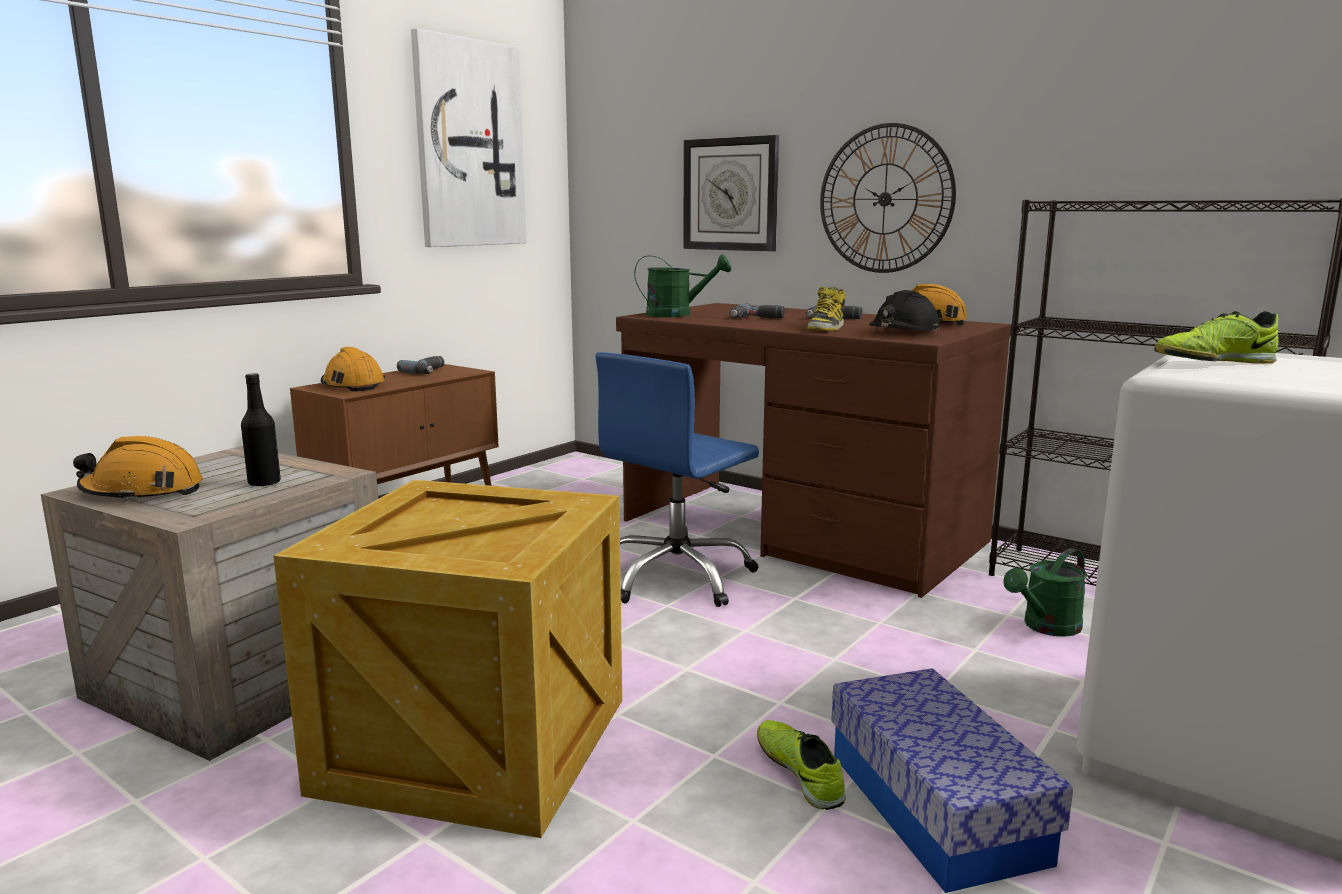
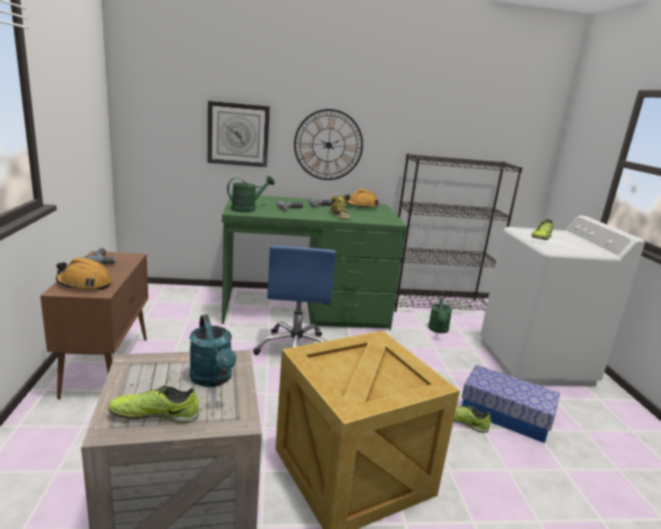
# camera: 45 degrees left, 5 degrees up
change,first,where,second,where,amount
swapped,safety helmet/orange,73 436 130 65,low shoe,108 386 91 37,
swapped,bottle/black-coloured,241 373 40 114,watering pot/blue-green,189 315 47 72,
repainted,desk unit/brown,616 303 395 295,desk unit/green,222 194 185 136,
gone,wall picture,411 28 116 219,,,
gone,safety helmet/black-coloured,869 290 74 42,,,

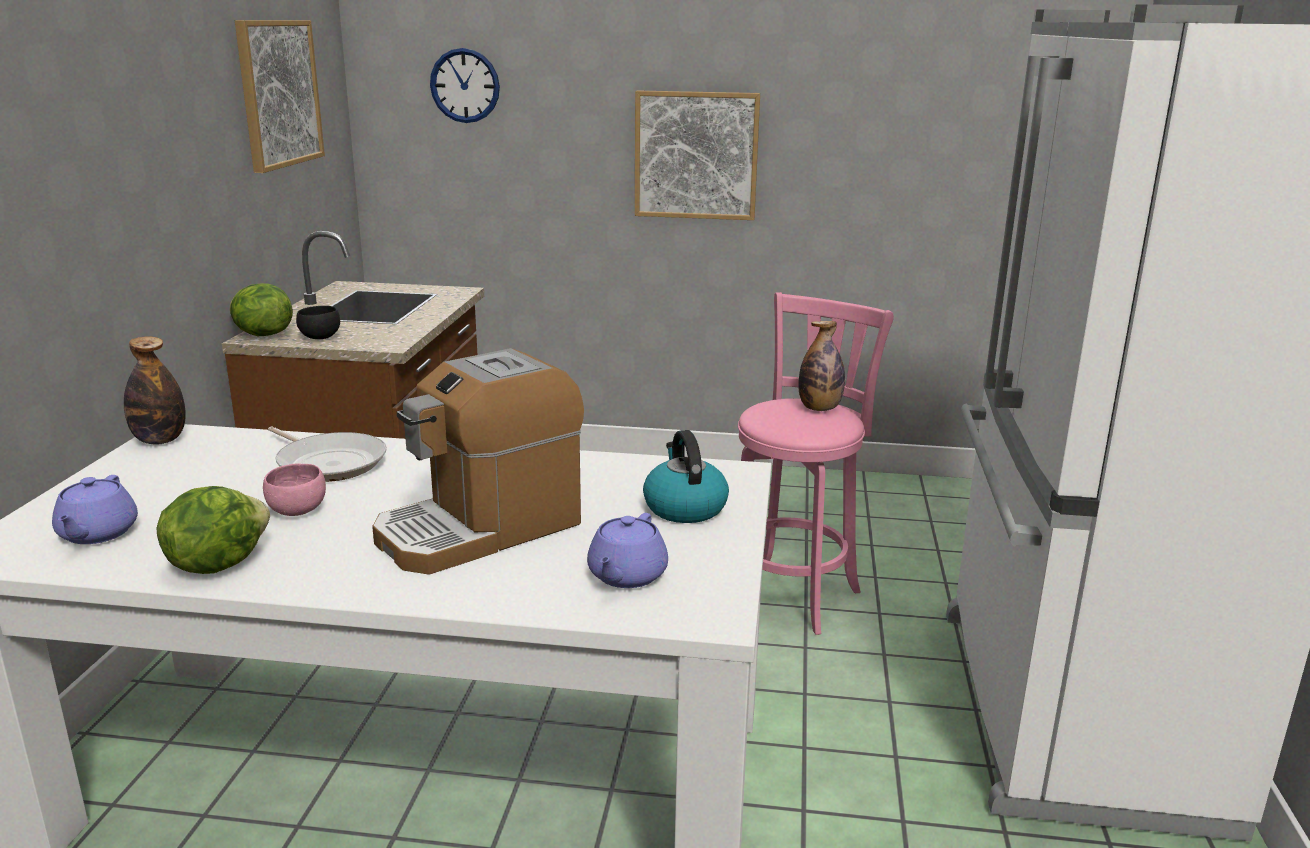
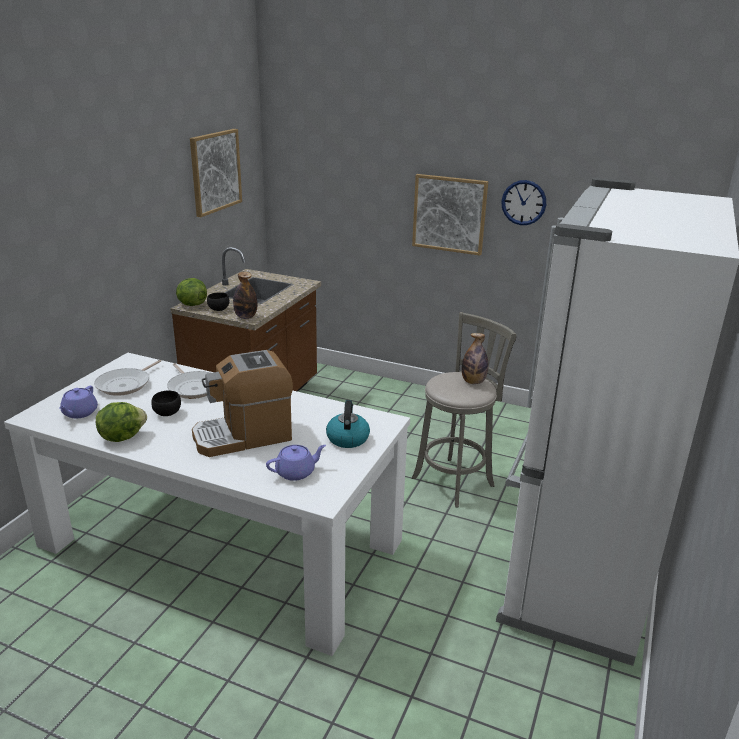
# camera: 15 degrees right, 5 degrees up
change,first,where,second,where,amount
new,,,frying pan,94 360 67 36,
repainted,serving bowl/pink,263 464 63 52,serving bowl/black-coloured,151 390 30 26,
shifted,bottle,124 336 62 109,,233 272 24 47,
rotated,tea pot/purple,587 513 81 75,,266 445 60 36,150 degrees counterclockwise
repainted,sitting stool/pink,738 292 156 343,sitting stool/gray,412 312 104 195,
shifted,clock on the wall,430 48 70 75,,501 180 45 45,

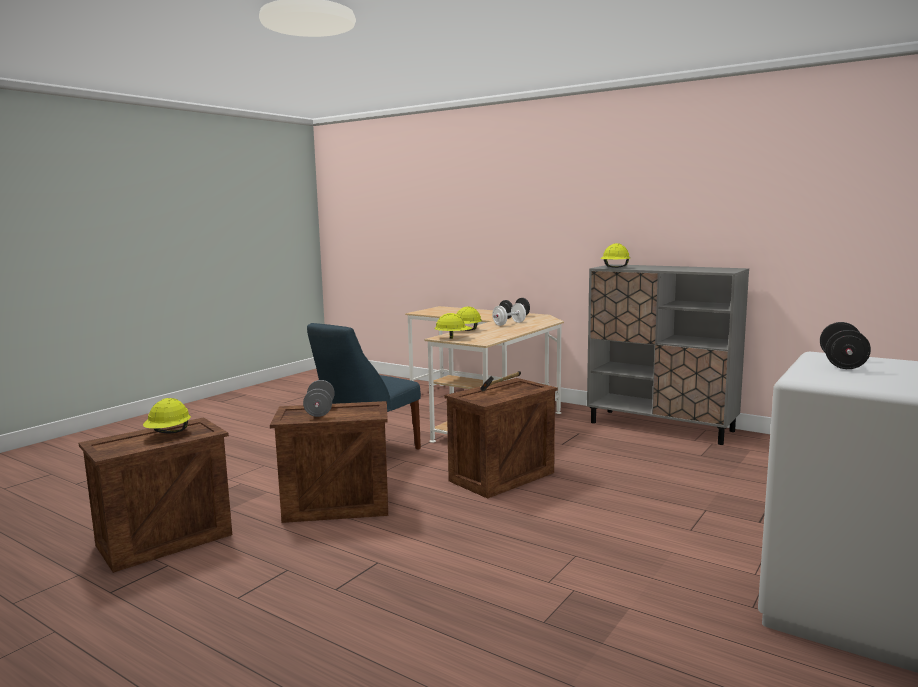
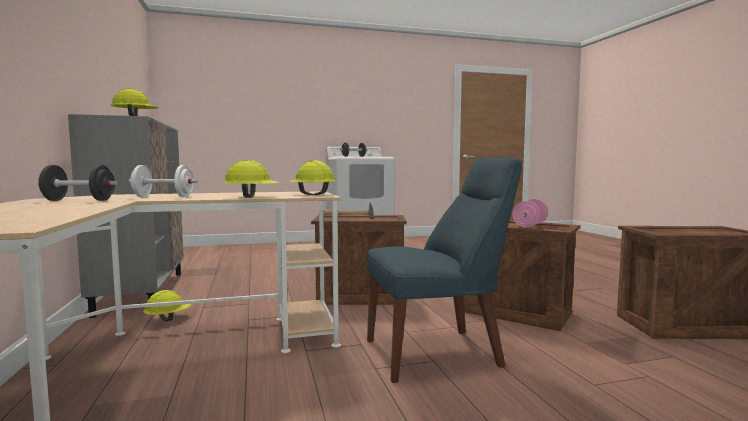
# camera: 140 degrees left, 5 degrees down
change,first,where,second,where,amount
shifted,safety helmet/yellowish,143 398 48 35,,143 290 48 31,
repainted,free weight/gray,303 380 32 37,free weight/pink,512 199 36 29,

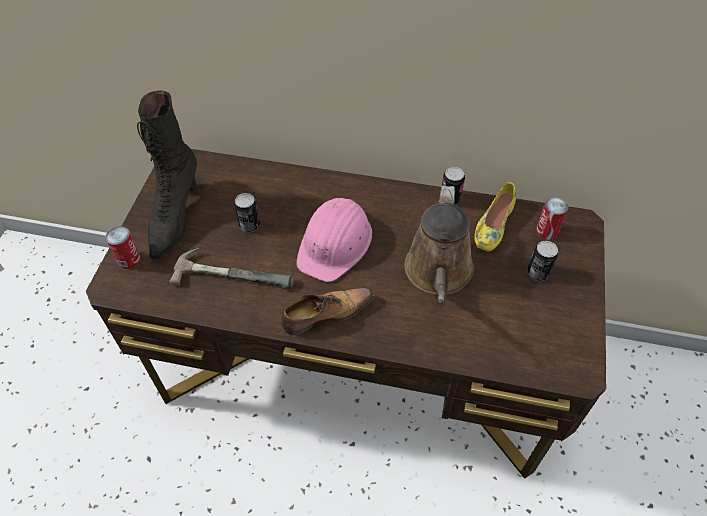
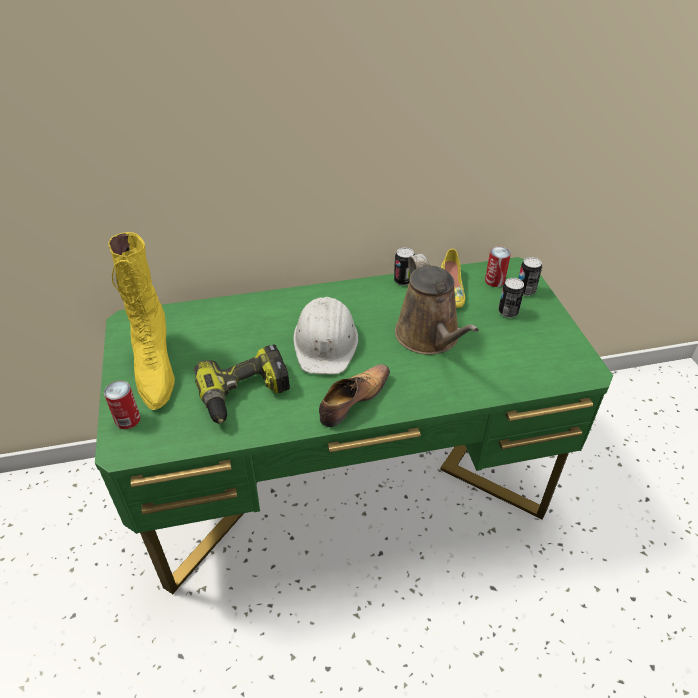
# camera: 25 degrees left, 10 degrees down
change,first,where,second,where,amount
repainted,desk unit/brown,86 149 520 330,desk unit/green,95 257 518 337,
repainted,tall boot/black-coloured,137 91 60 169,tall boot/yellowish,108 232 67 178,
swapped,tool hammer,169 248 125 41,drill,194 344 96 79,
repainted,safety helmet/pink,296 198 76 84,safety helmet/whitish,293 297 65 77,
shifted,metal can,234 193 26 39,,518 257 24 39,

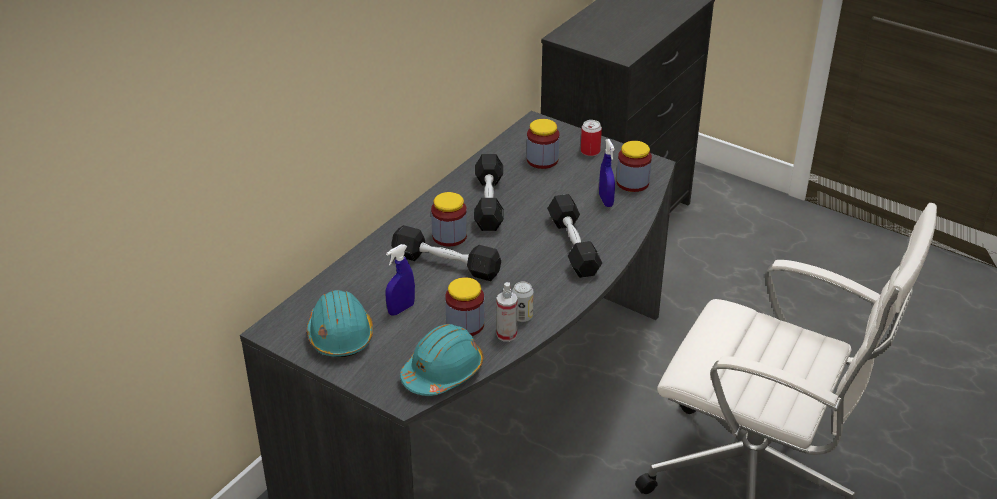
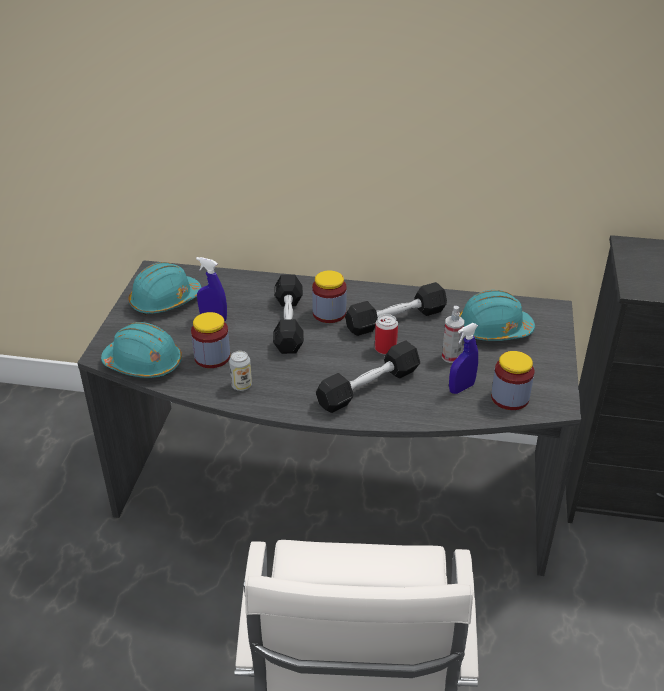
# camera: 65 degrees right, 0 degrees up
change,first,where,second,where,amount
shifted,metal can,581 120 21 36,,375 314 23 41,
shifted,hand sprayer,496 282 22 60,,442 306 23 57,
swapped,preserve jar,527 119 32 50,safety helmet/blue-green,460 290 75 51,

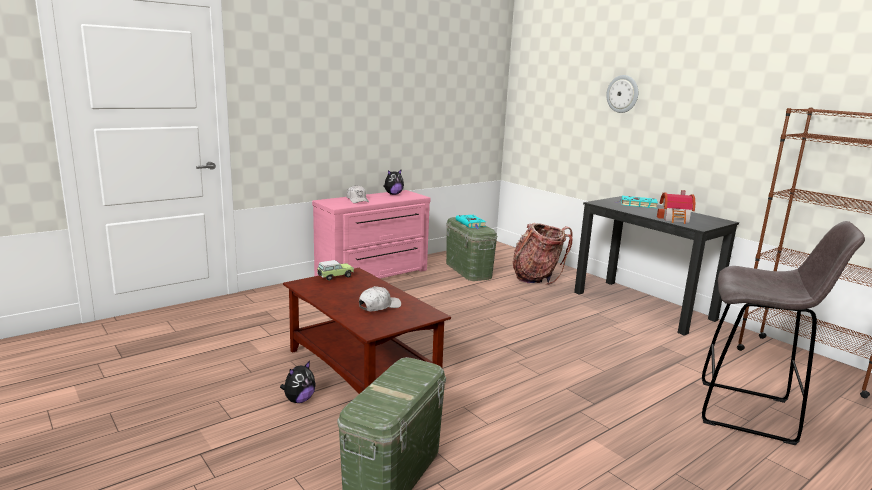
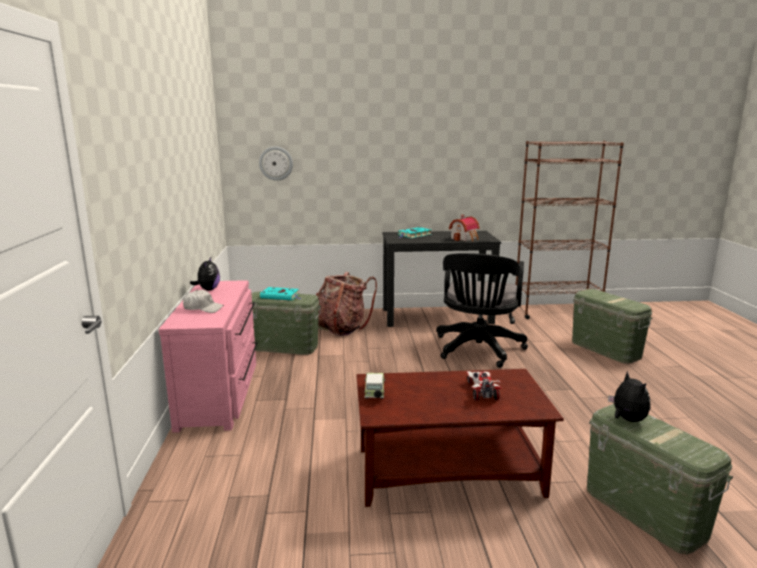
# camera: 55 degrees left, 0 degrees up
change,first,where,second,where,amount
shifted,clock on the wall,606 75 32 38,,259 146 34 35,
new,,,office chair/black-coloured,436 253 92 115,
swapped,peaked cap/whitish,359 286 42 26,miniature car,467 371 35 30,
swapped,sitting stool/gray,702 221 163 224,storage container/green,572 289 80 75,
shifted,soft toy,280 361 35 42,,608 371 42 51,

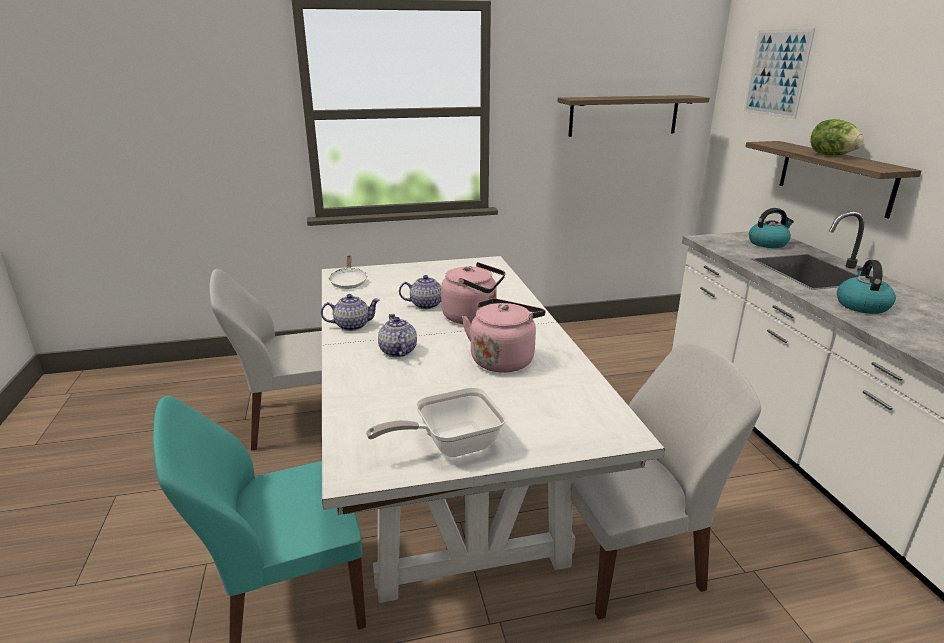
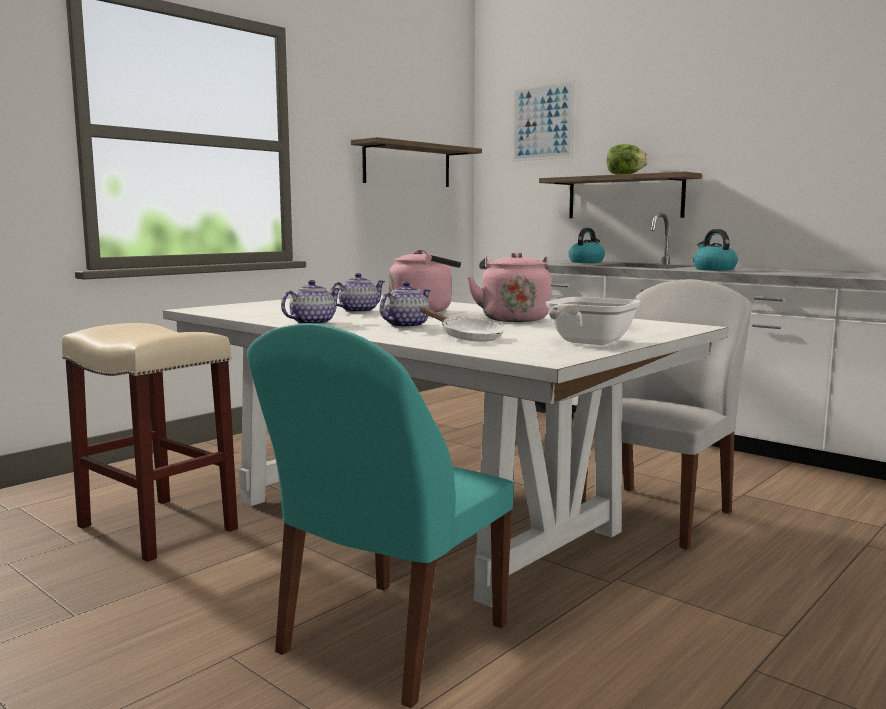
# camera: 35 degrees left, 15 degrees down
change,first,where,second,where,amount
swapped,upright chair/whitish,209 269 113 182,sitting stool/sand-coloured,62 323 176 239,
rotated,tea pot,378 314 39 43,,380 281 51 47,90 degrees clockwise
shifted,frying pan/whitish,329 256 38 33,,420 307 84 35,

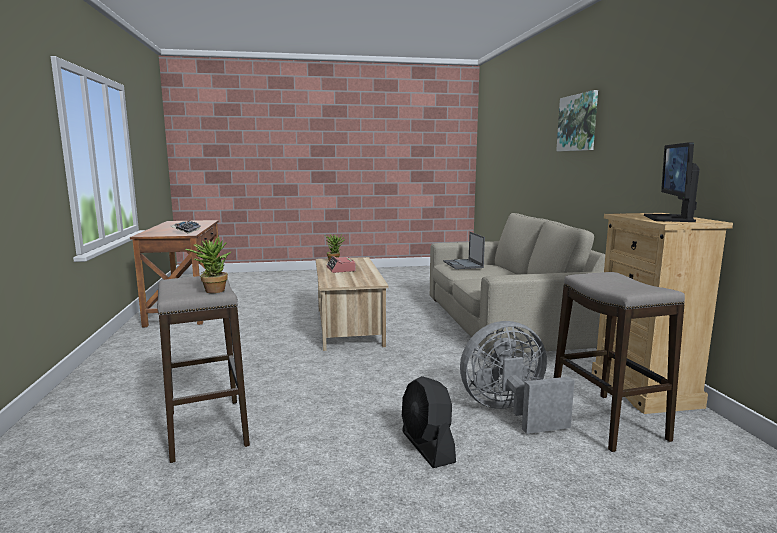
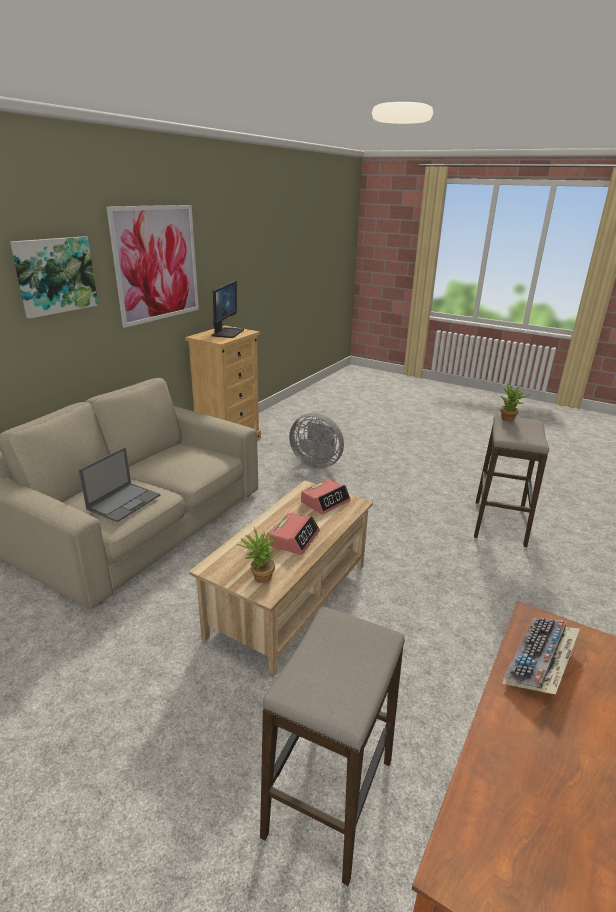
# camera: 140 degrees left, 15 degrees up
change,first,where,second,where,amount
new,,,wall picture,106 205 93 123,
rotated,monitor,644 142 55 80,,212 281 32 57,45 degrees counterclockwise
shifted,sitting stool,554 272 131 180,,260 607 145 279,
new,,,alarm clock,301 479 50 36,
gone,cooling fan/black-coloured,402 376 54 92,,,

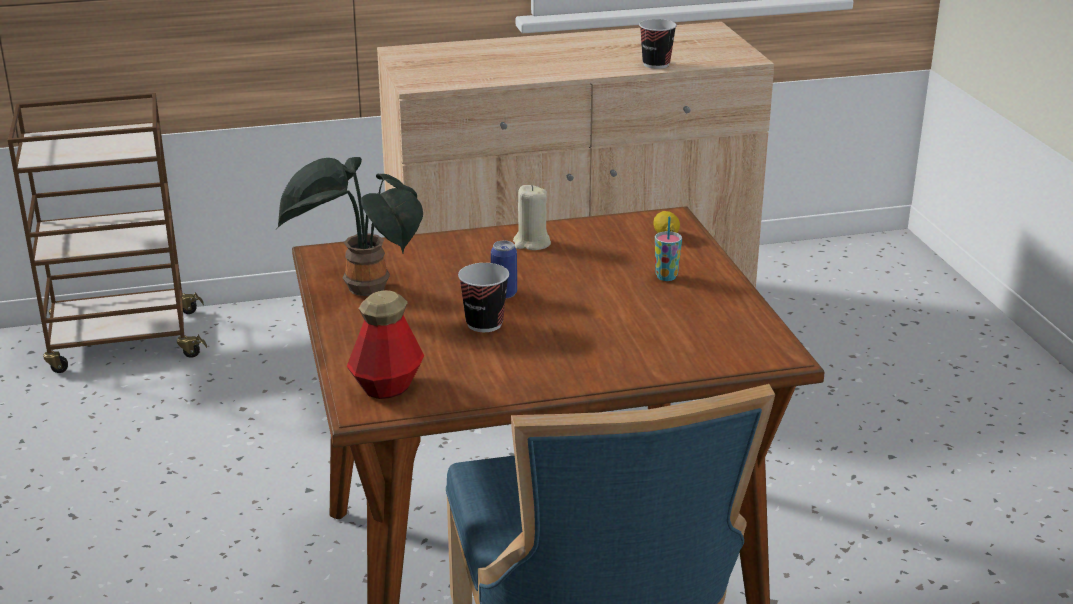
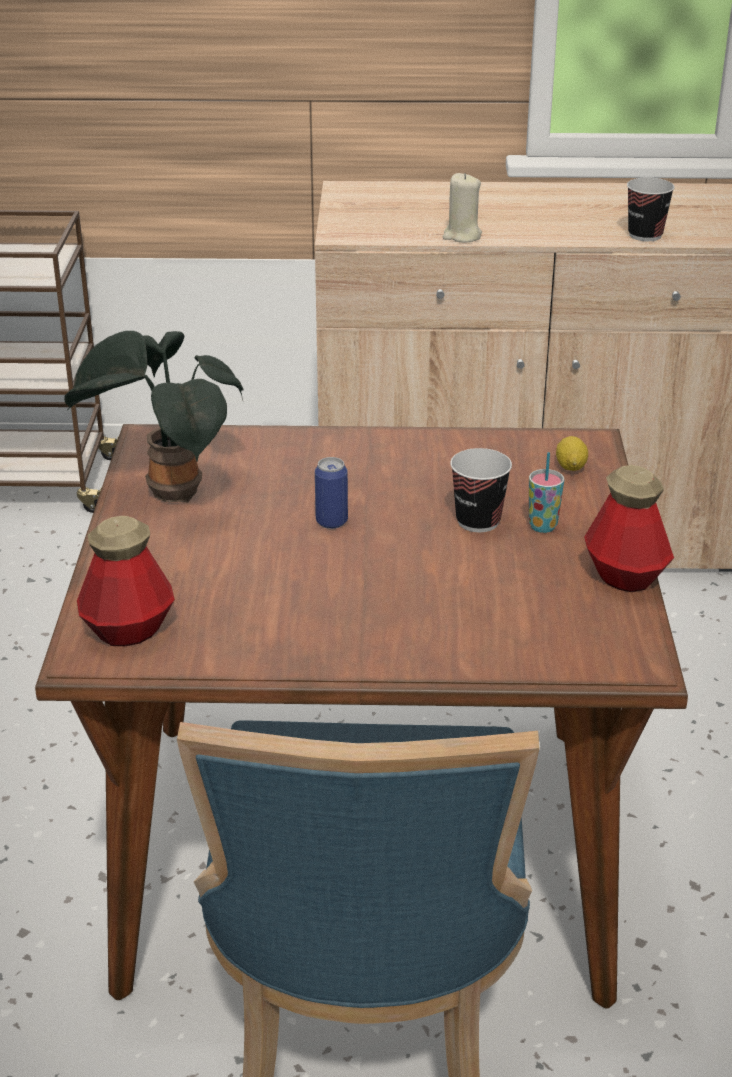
# camera: 15 degrees right, 5 degrees up
change,first,where,second,where,amount
shifted,candle/sand-coloured,513 185 38 65,,443 173 39 69,
shifted,small cup,458 263 51 69,,450 448 62 84,
new,,,bottle,584 465 90 127,

